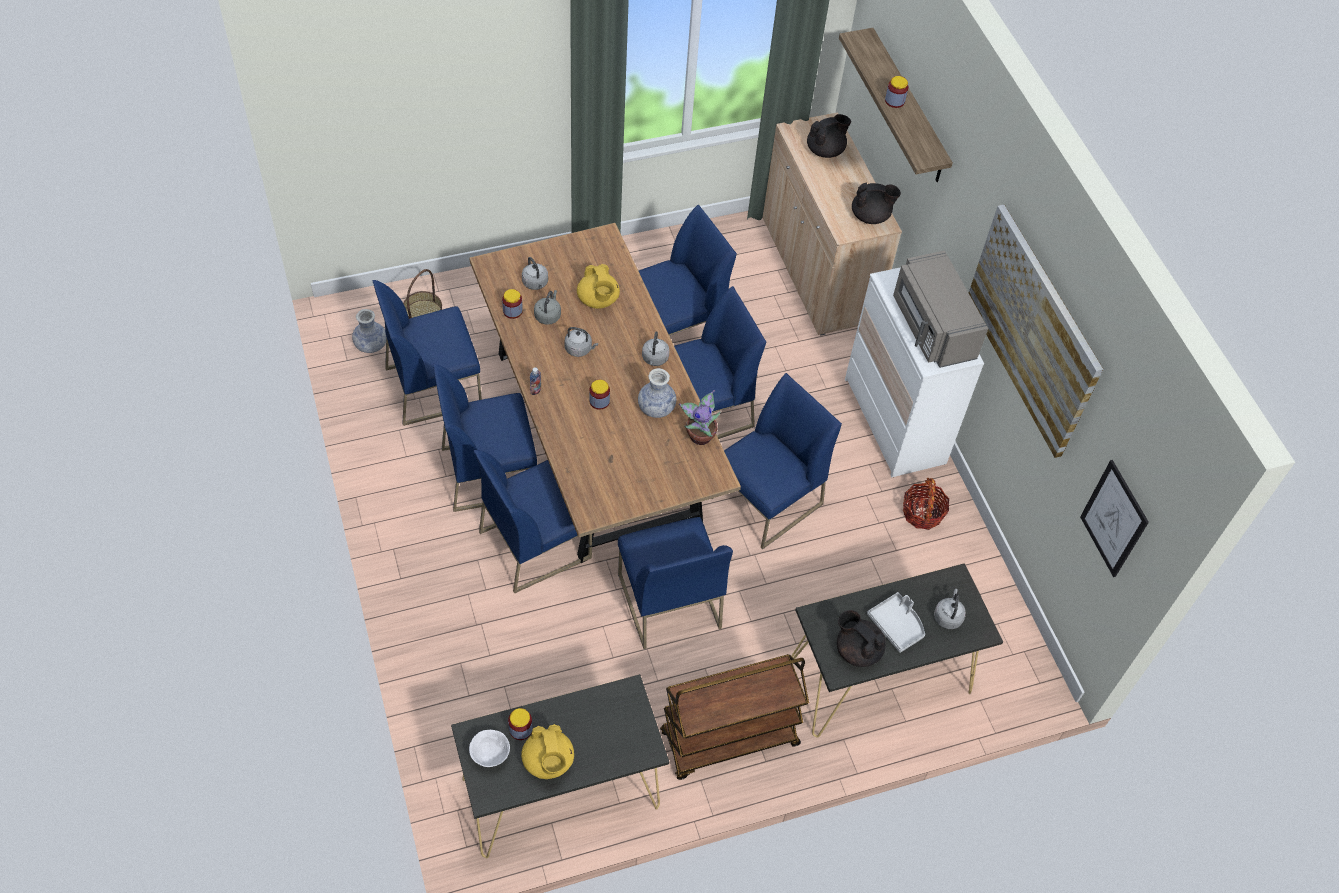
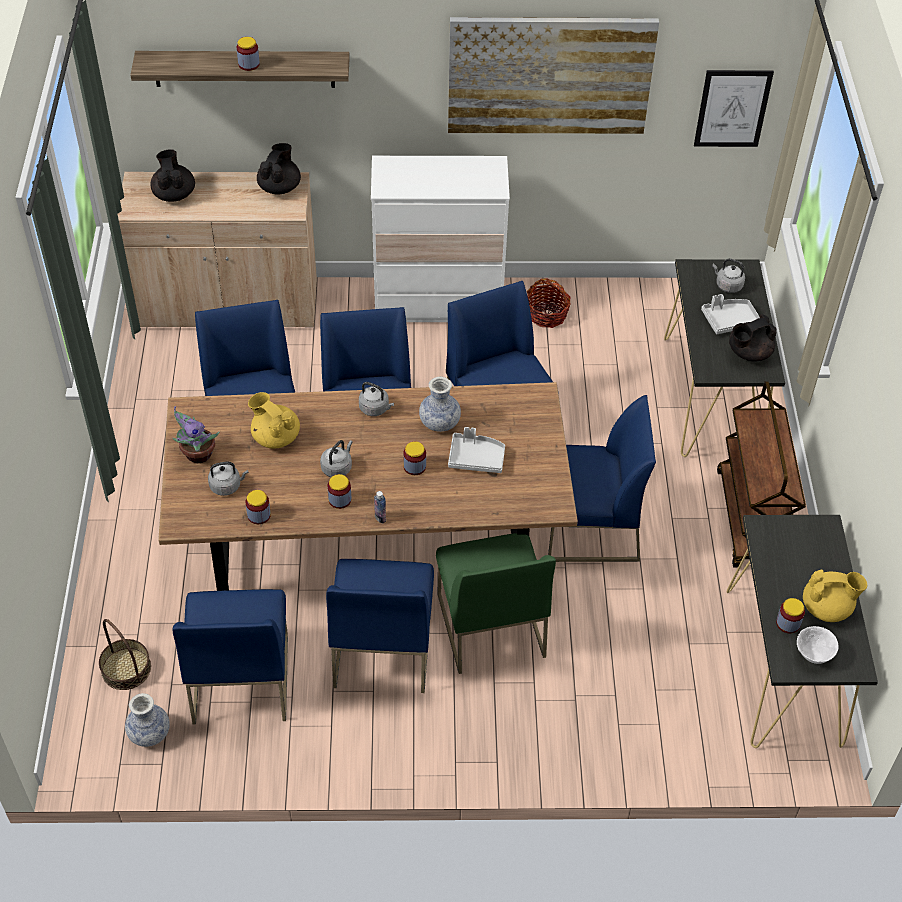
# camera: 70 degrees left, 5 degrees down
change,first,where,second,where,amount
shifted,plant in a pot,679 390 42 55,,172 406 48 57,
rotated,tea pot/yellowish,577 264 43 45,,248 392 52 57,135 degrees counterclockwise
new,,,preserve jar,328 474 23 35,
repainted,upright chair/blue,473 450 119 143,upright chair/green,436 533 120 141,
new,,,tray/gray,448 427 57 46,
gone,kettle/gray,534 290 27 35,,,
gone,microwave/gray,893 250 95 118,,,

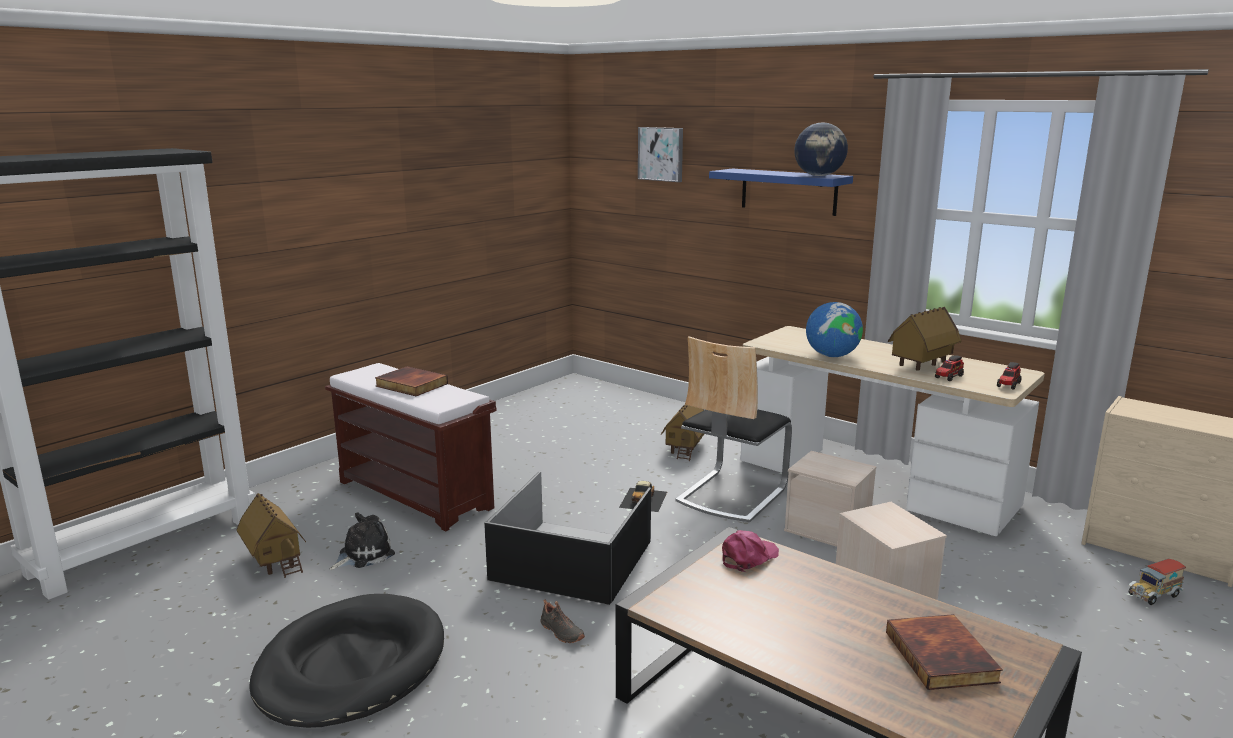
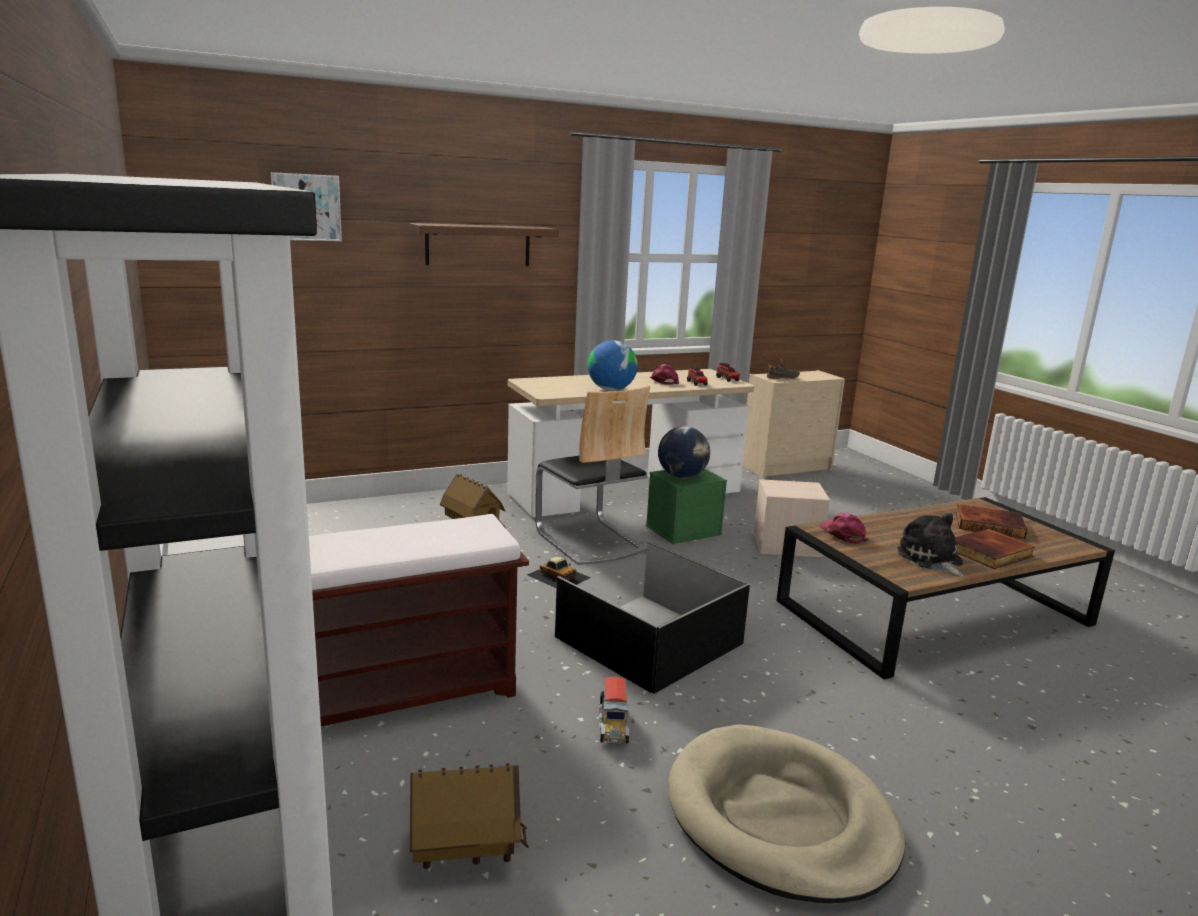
# camera: 65 degrees left, 0 degrees up
change,first,where,second,where,amount
repainted,wall shelf/blue,709 169 144 47,wall shelf/brown,410 223 149 43,
shifted,model truck,1128 559 58 46,,599 676 31 68,
repainted,storage container/sand-coloured,784 451 92 96,storage container/green,646 469 81 75,
swapped,model house,888 307 73 64,peaked cap/pink,650 364 29 21,
shifted,globe,794 122 54 54,,658 426 52 53,
repainted,dog cushion/black-coloured,249 594 195 134,dog cushion/sand-coloured,669 724 236 179,
shifted,low shoe/black-coloured,540 600 45 43,,767 359 33 20,
shifted,soft toy,330 512 65 58,,897 513 68 64,
shifted,bound book,375 366 73 30,,955 528 80 41,

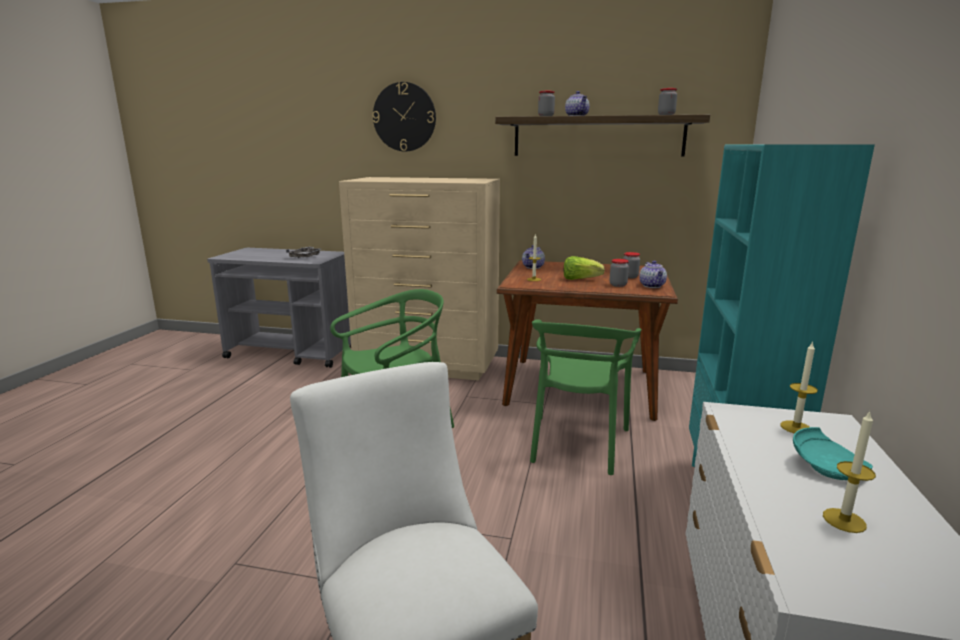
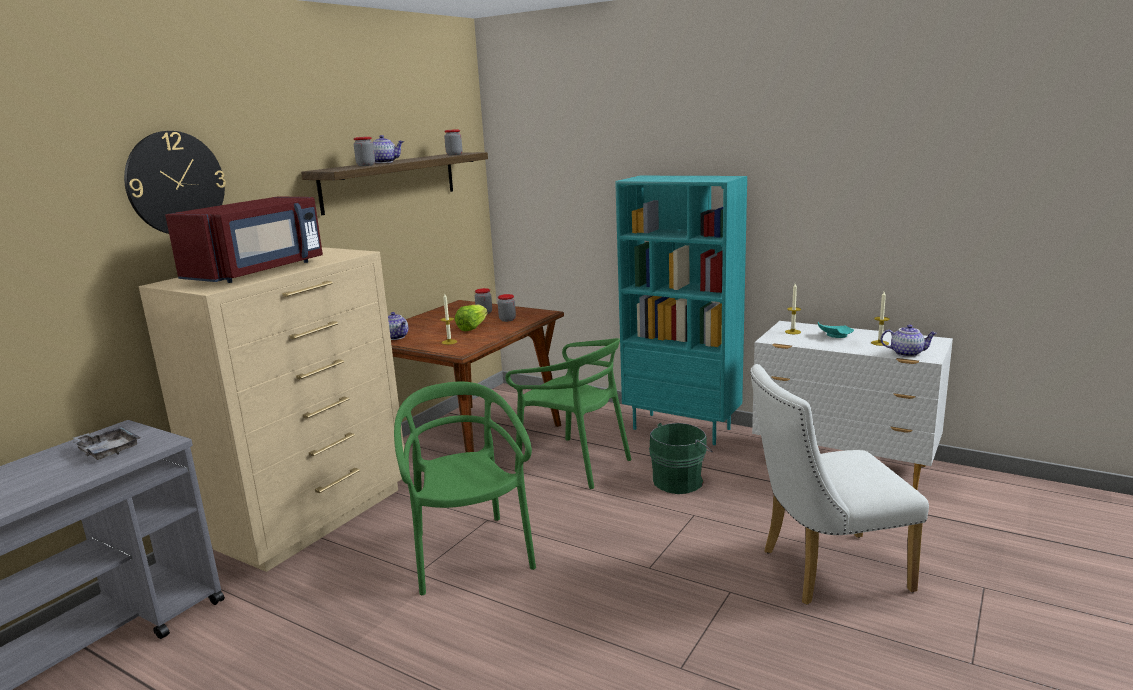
# camera: 70 degrees left, 0 degrees up
change,first,where,second,where,amount
new,,,microwave/red,165 196 158 87,
new,,,water bucket/green,649 423 64 71,
shifted,tea pot,639 261 28 27,,881 324 56 33,

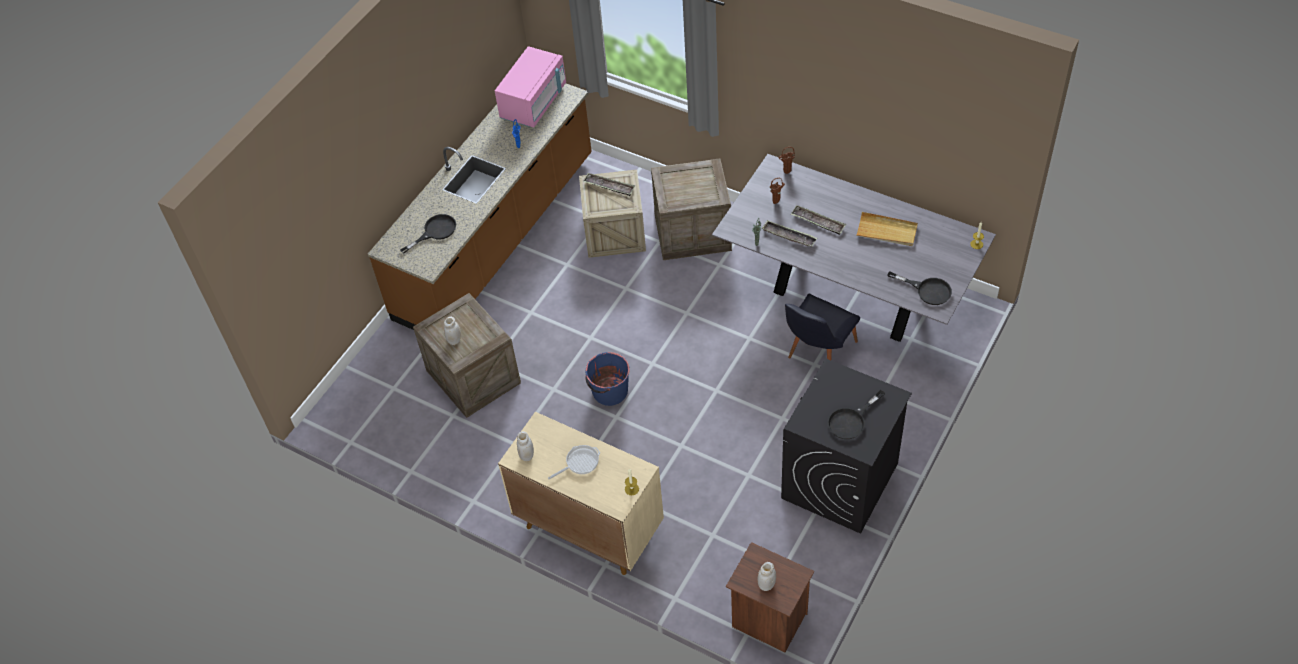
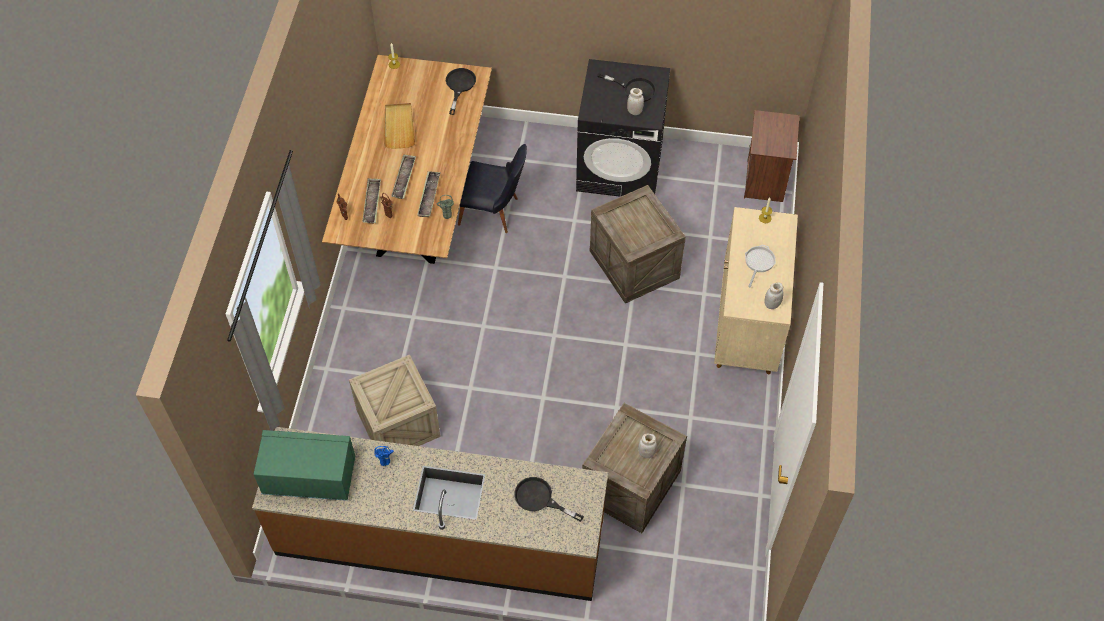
# camera: 115 degrees left, 5 degrees up
change,first,where,second,where,amount
repainted,microwave/pink,495 46 71 81,microwave/green,254 430 101 71,
repainted,kitchen table/gray,712 154 284 188,kitchen table/brown,322 55 170 209,
shifted,tray,583 173 52 23,,362 178 19 46,
shifted,crate,651 158 81 102,,590 185 96 119,
shifted,preserve jar/whitish,757 562 19 29,,627 88 17 27,
rotated,frying pan,548 445 52 34,,745 245 31 43,75 degrees clockwise
gone,water bucket/blue,585 352 45 54,,,

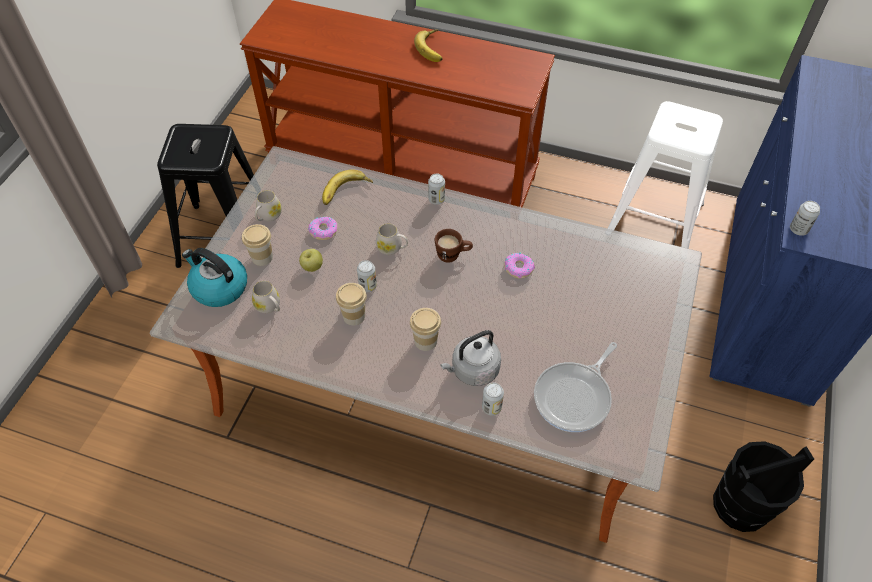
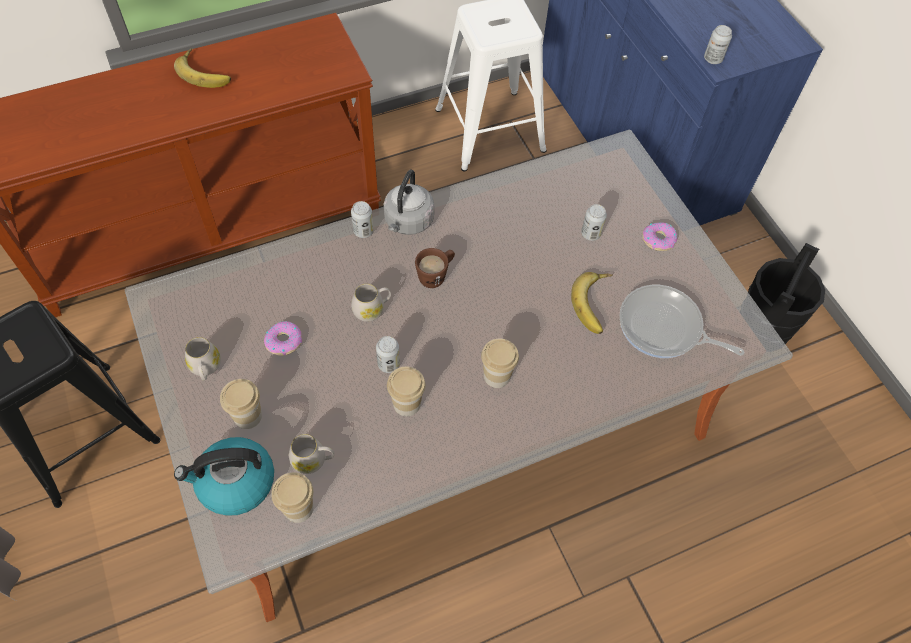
# camera: 45 degrees left, 5 degrees up
change,first,where,second,where,amount
new,,,small cup,271 472 42 51,
shifted,kettle/gray,440 330 61 56,,384 169 50 66,
shifted,banana,322 170 51 35,,571 272 42 62,
shifted,metal can,482 382 22 34,,581 204 26 37,
rotated,frying pan,534 342 83 90,,619 285 125 73,120 degrees clockwise
shifted,donut,505 253 30 26,,642 222 35 29,
gone,apple,299 249 24 23,,,

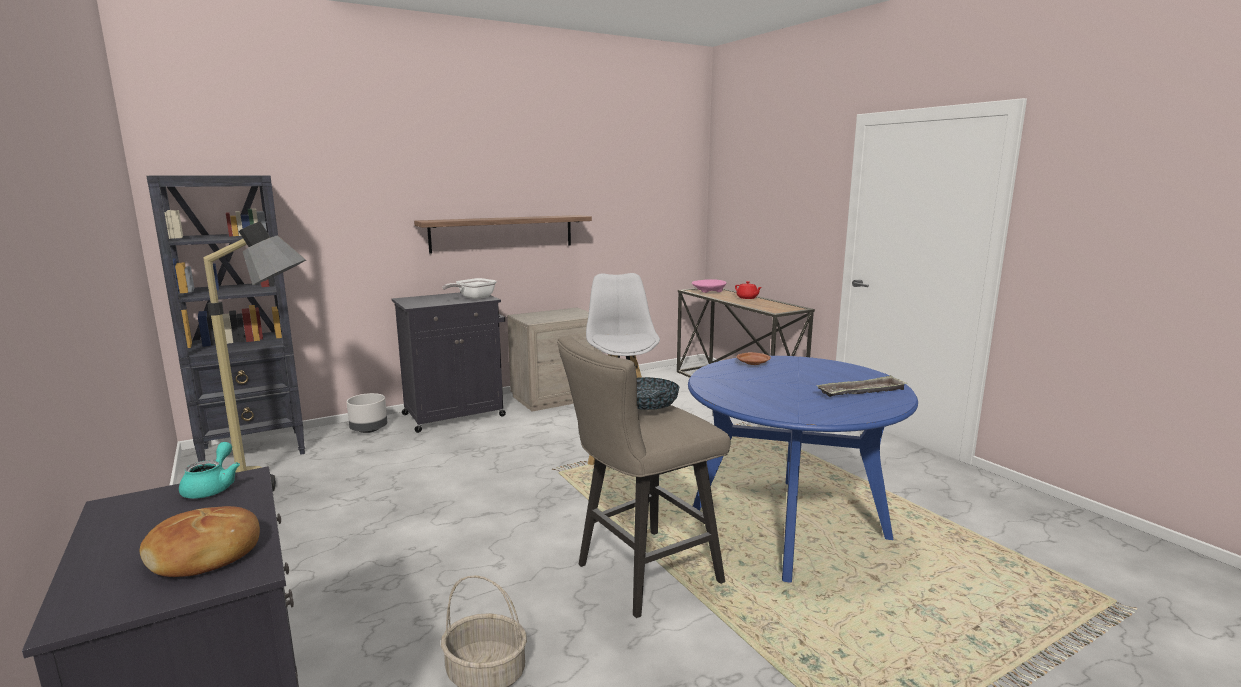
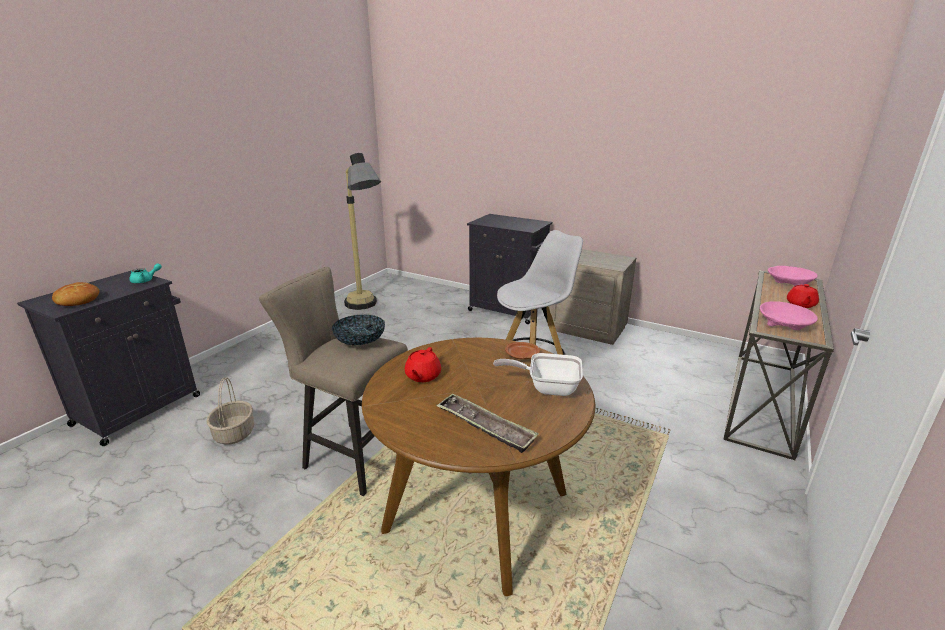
# camera: 60 degrees right, 10 degrees up
change,first,where,second,where,amount
repainted,kitchen table/blue,688 356 230 227,kitchen table/brown,362 338 233 258,
new,,,tea pot/red,405 347 36 35,
shifted,frying pan,442 278 55 21,,493 353 90 43,
new,,,serving bowl/pink,760 301 58 29,
gone,bookcase/black-coloured,146 176 159 286,,,
gone,plant pot/gray,347 393 40 40,,,
gone,wall shelf,414 215 178 39,,,

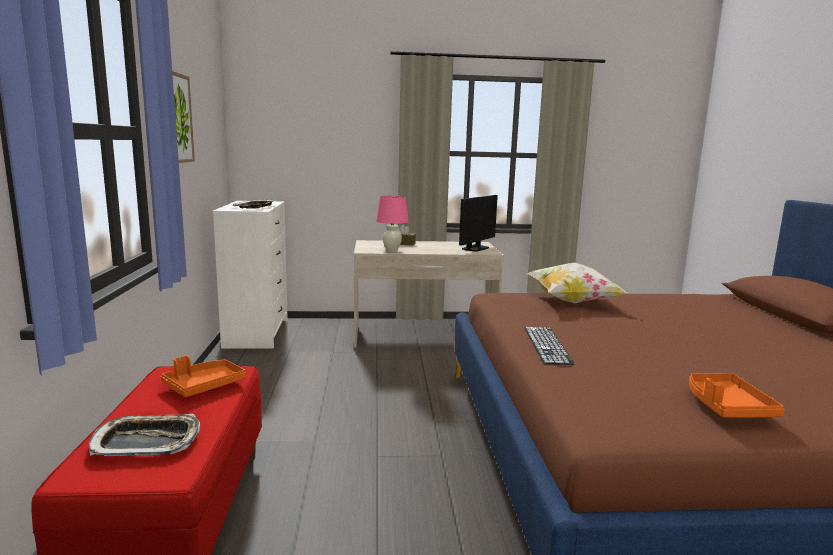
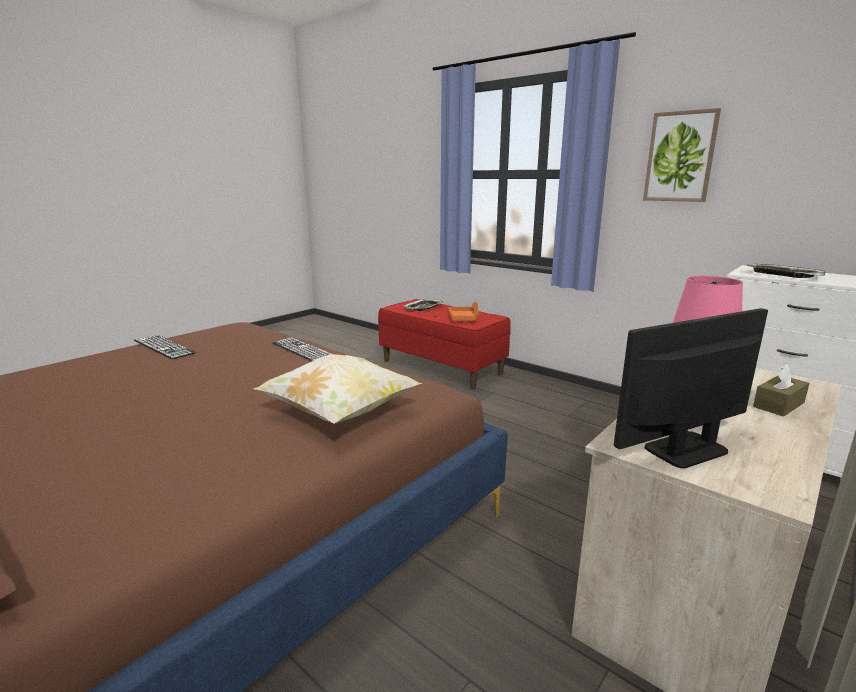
# camera: 135 degrees right, 5 degrees up
change,first,where,second,where,amount
swapped,tray/orange,689 373 95 45,computer keyboard,134 335 63 24,
rotated,monitor,459 195 39 57,,614 308 154 161,75 degrees clockwise

